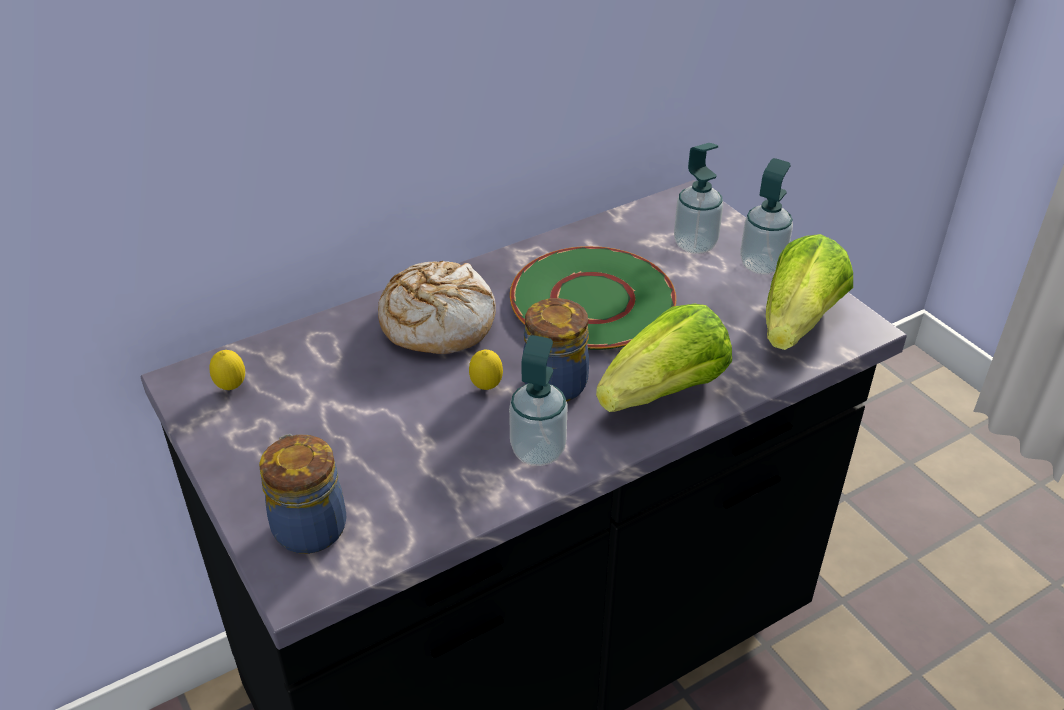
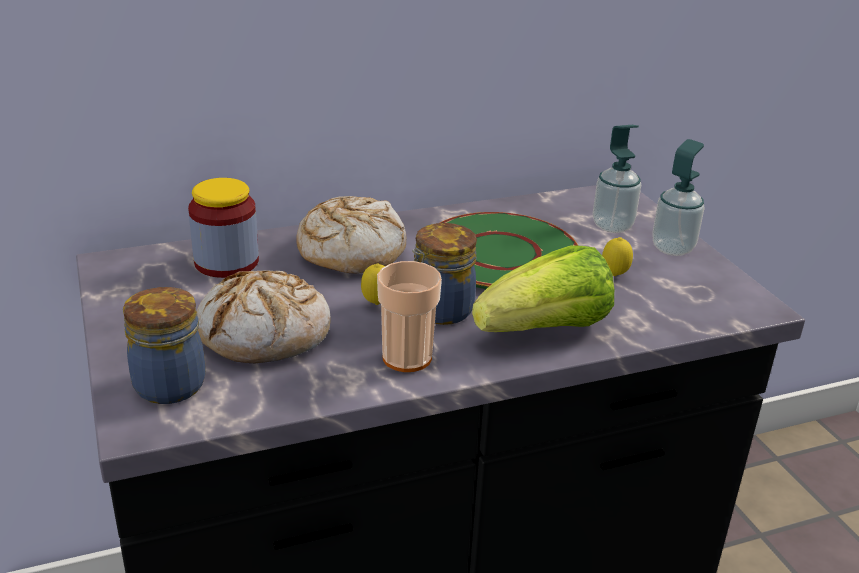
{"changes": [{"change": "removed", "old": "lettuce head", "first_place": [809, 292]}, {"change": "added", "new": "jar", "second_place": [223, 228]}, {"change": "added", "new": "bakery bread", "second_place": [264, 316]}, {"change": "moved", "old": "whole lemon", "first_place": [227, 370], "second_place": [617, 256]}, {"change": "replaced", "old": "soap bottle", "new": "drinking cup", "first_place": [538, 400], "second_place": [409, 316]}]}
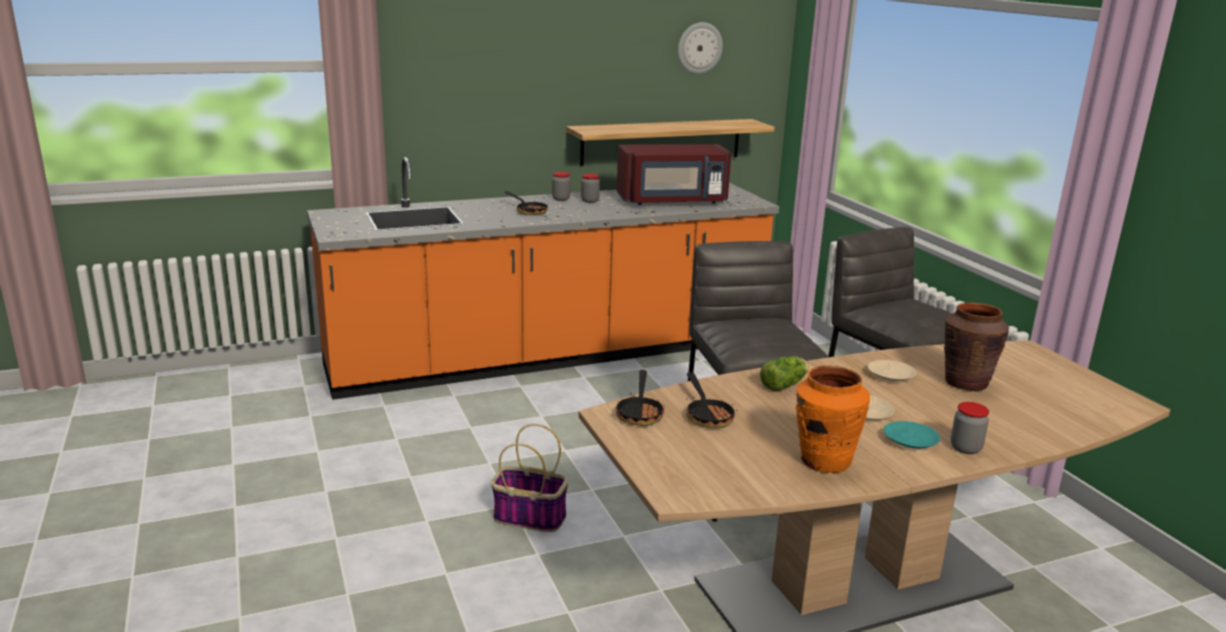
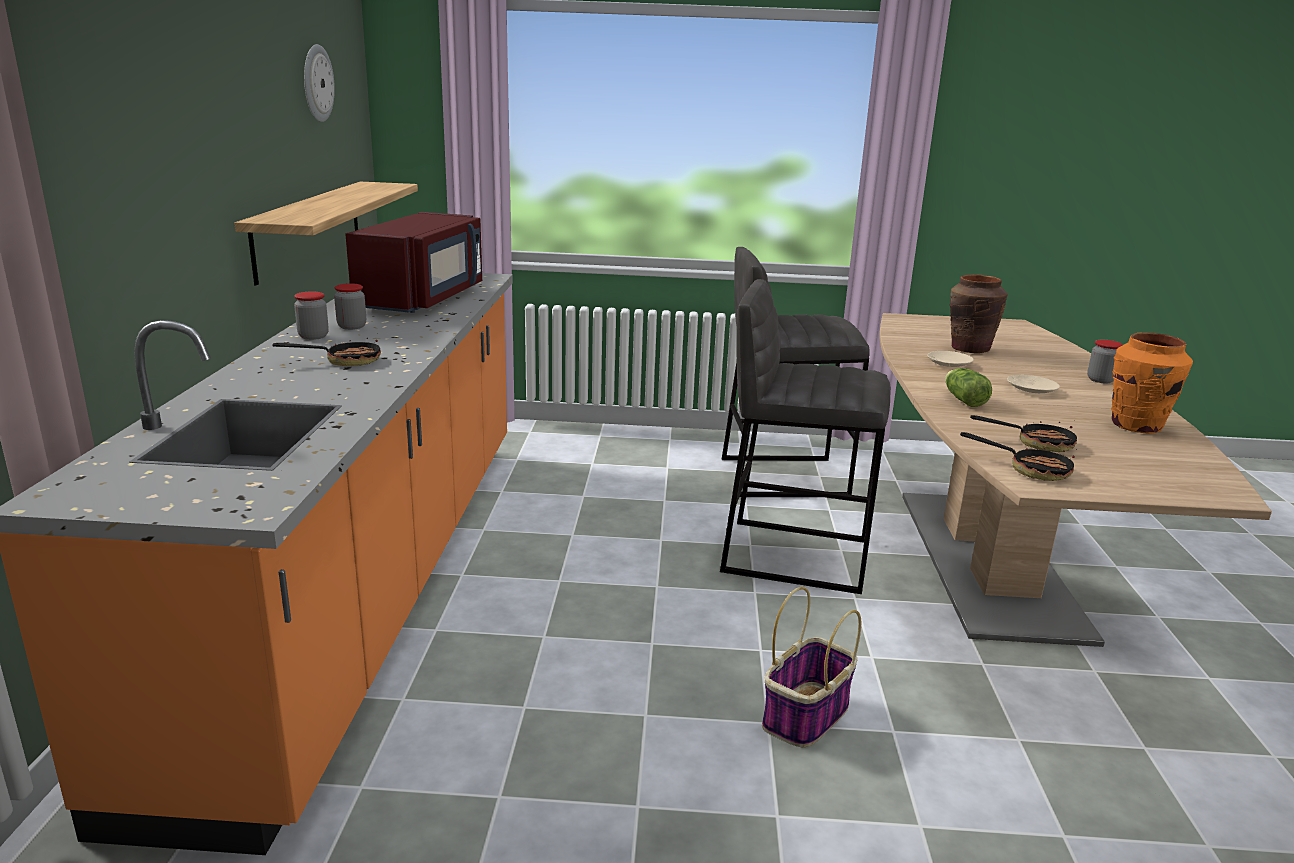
{"changes": [{"change": "removed", "old": "dinner plate (blue-green)", "first_place": [912, 434]}]}
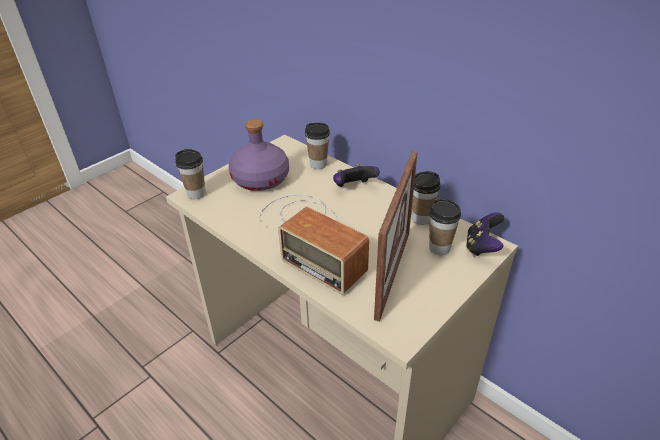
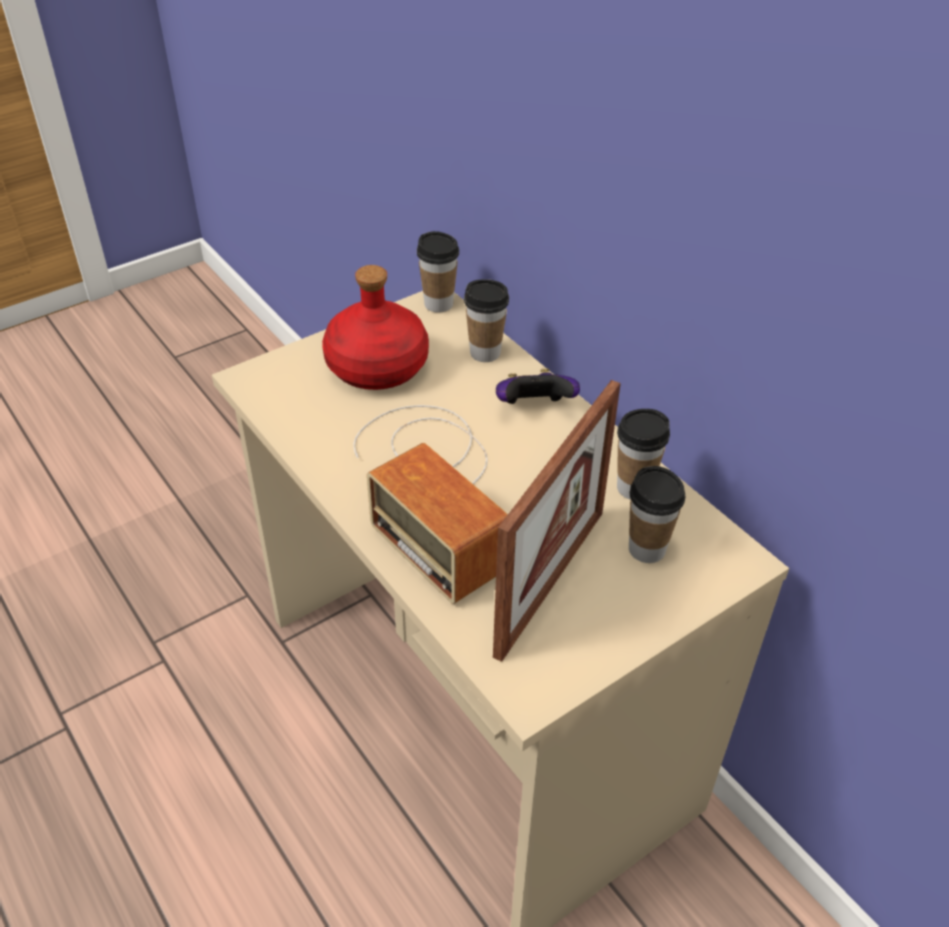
{"changes": [{"change": "removed", "old": "game controller", "first_place": [485, 234]}, {"change": "moved", "old": "drinking cup", "first_place": [190, 174], "second_place": [438, 272]}, {"change": "recoloured", "old": "drink bottle (purplish)", "new": "drink bottle (red-coloured)", "first_place": [259, 155], "second_place": [375, 327]}]}
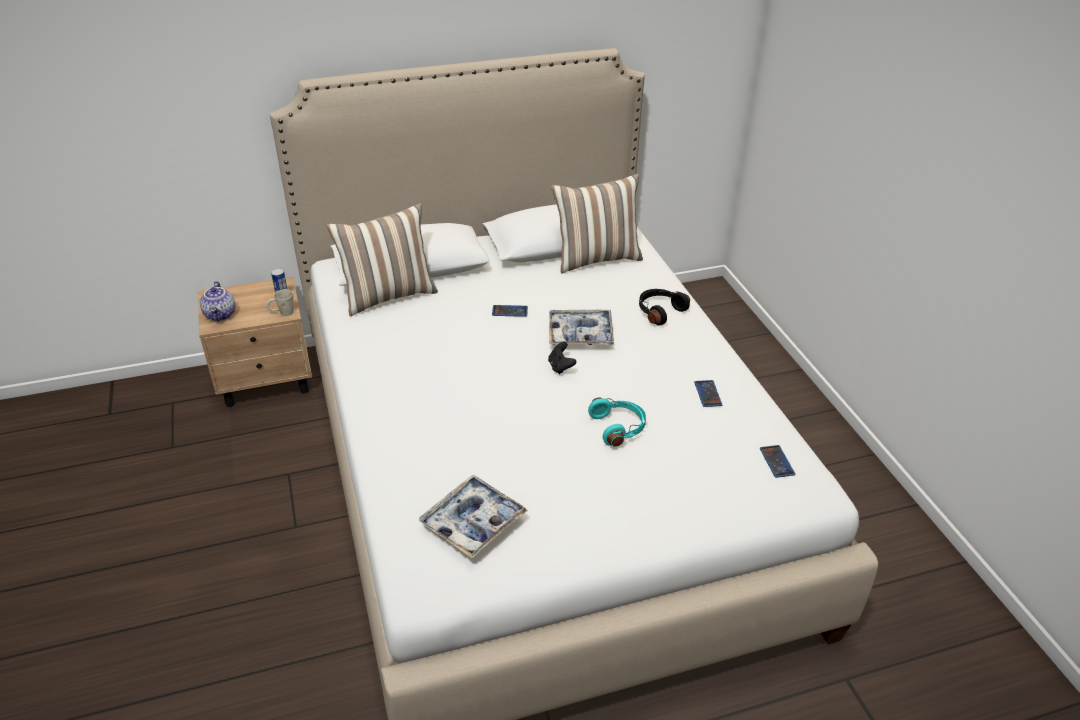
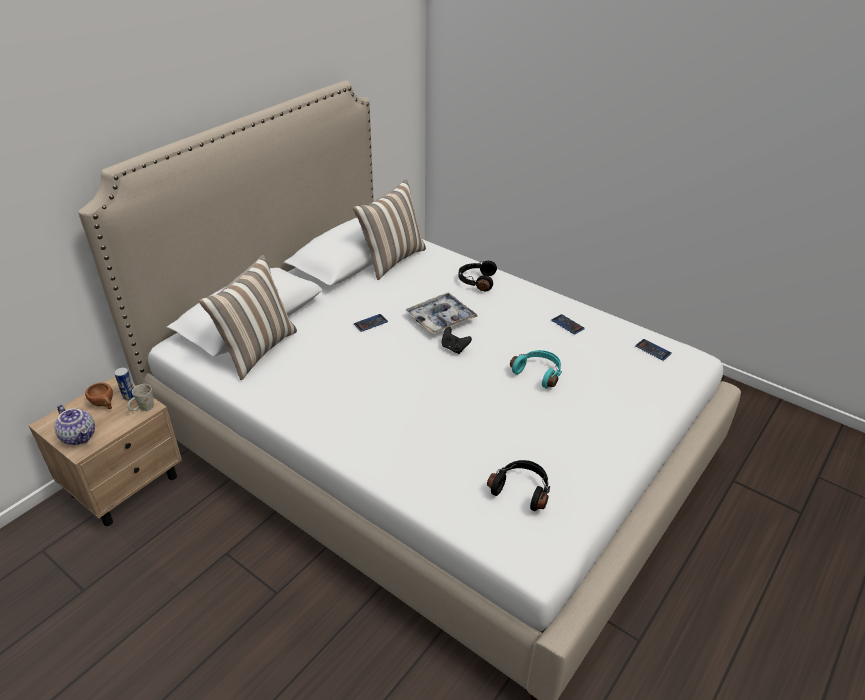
{"changes": [{"change": "added", "new": "drinking cup (brownish)", "second_place": [99, 395]}, {"change": "replaced", "old": "serving tray", "new": "headset (blackish)", "first_place": [473, 516], "second_place": [518, 485]}]}
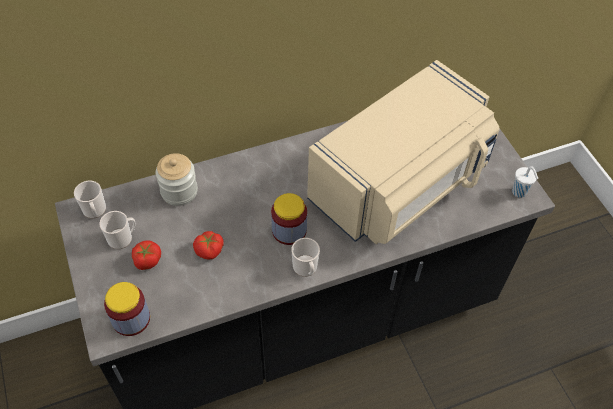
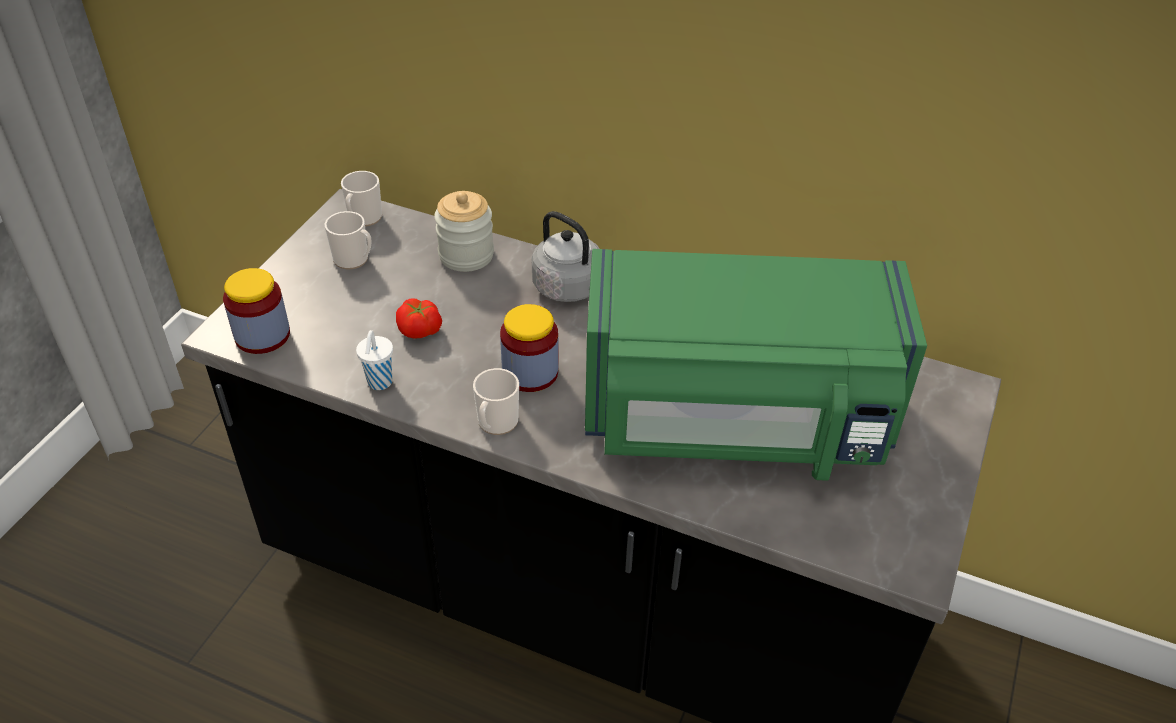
{"changes": [{"change": "removed", "old": "tomato", "first_place": [146, 255]}, {"change": "added", "new": "water kettle (grey)", "second_place": [566, 256]}, {"change": "moved", "old": "drinking cup (white)", "first_place": [525, 182], "second_place": [374, 360]}, {"change": "recoloured", "old": "microwave (sand-coloured)", "new": "microwave (green-coloured)", "first_place": [403, 152], "second_place": [756, 365]}]}
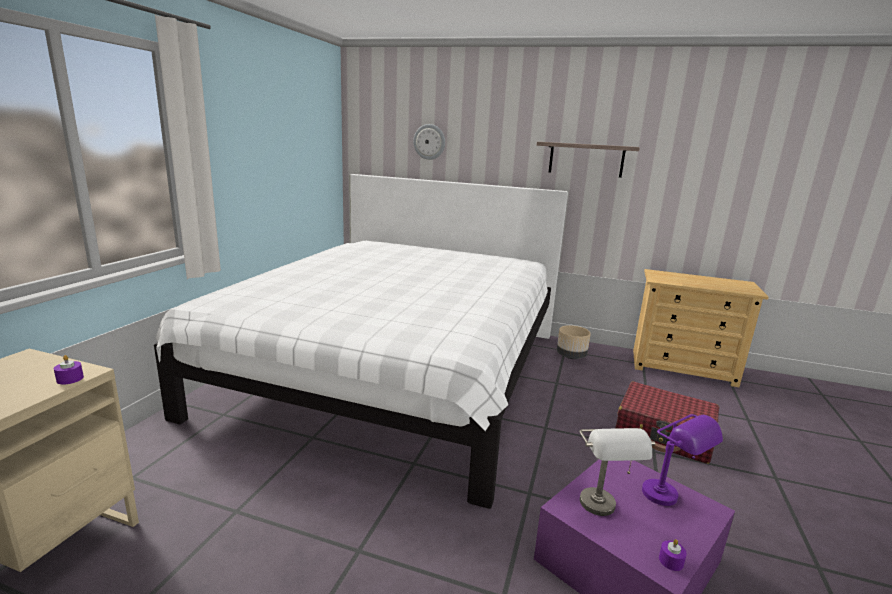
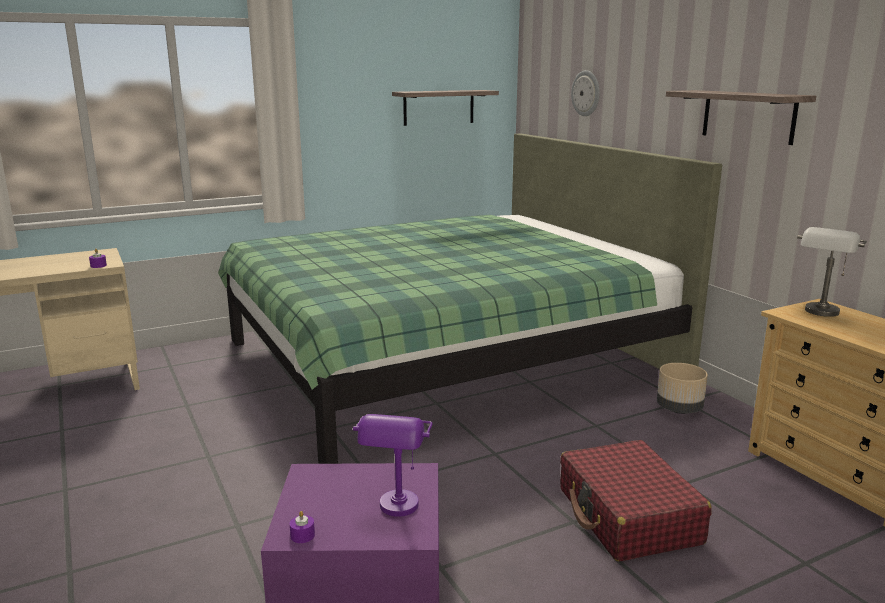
{"changes": [{"change": "added", "new": "wall shelf", "second_place": [445, 108]}, {"change": "moved", "old": "table lamp (grey)", "first_place": [617, 472], "second_place": [832, 272]}, {"change": "recoloured", "old": "bed (white)", "new": "bed (green-coloured)", "first_place": [361, 341], "second_place": [470, 298]}]}
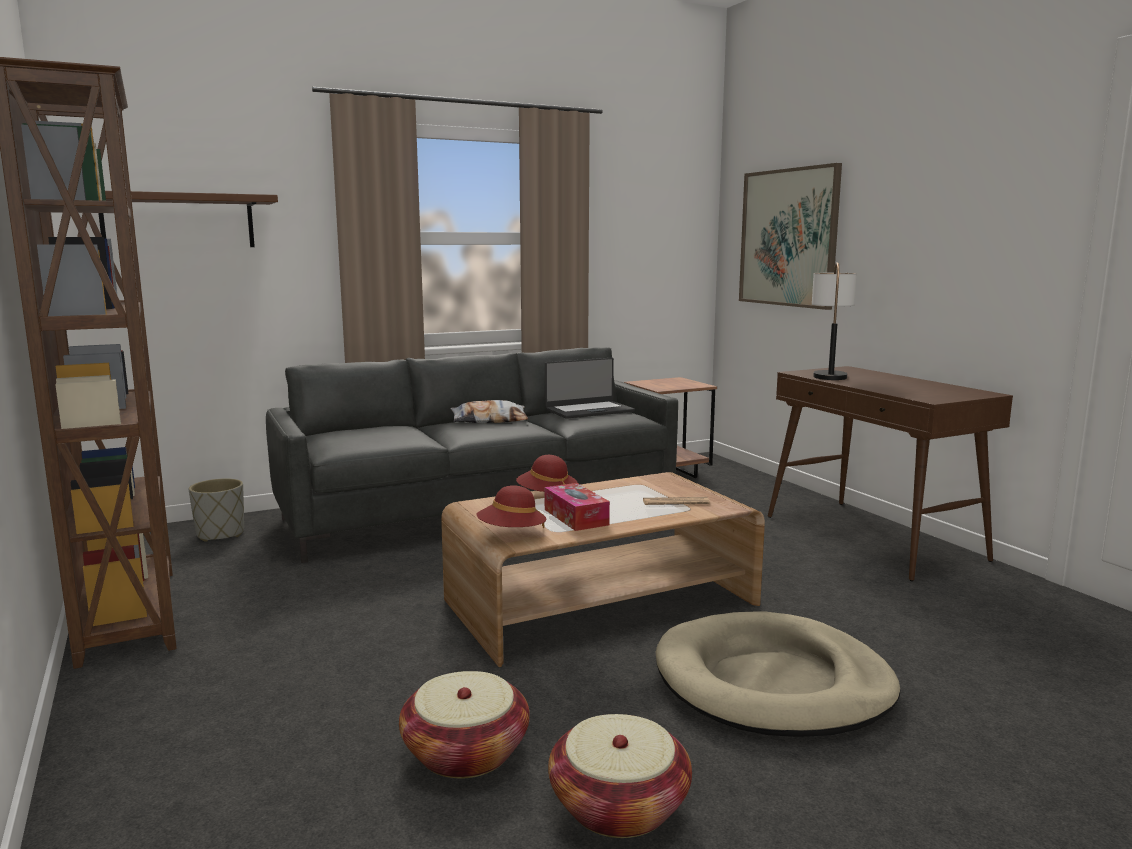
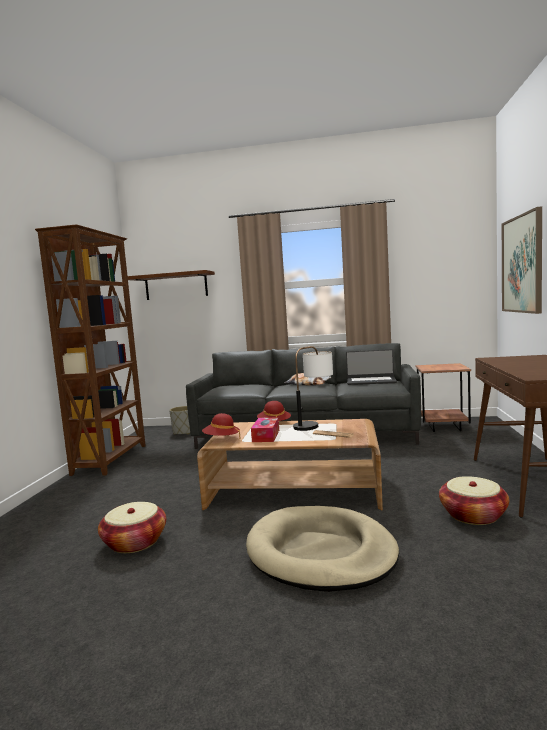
{"changes": [{"change": "moved", "old": "household basket", "first_place": [620, 776], "second_place": [474, 500]}, {"change": "moved", "old": "table lamp", "first_place": [834, 321], "second_place": [313, 388]}]}
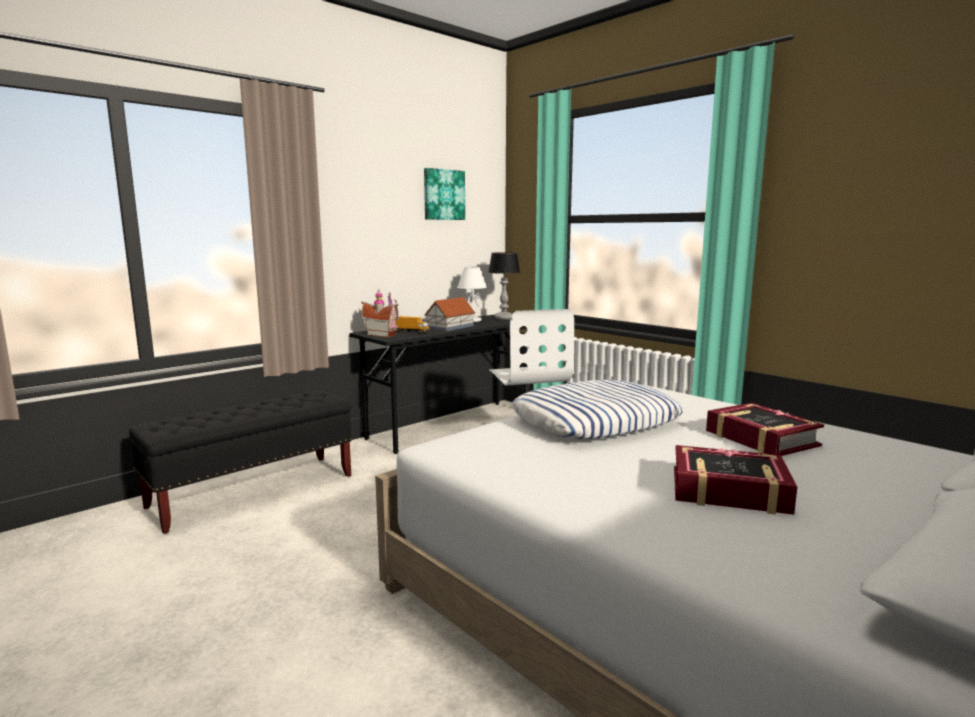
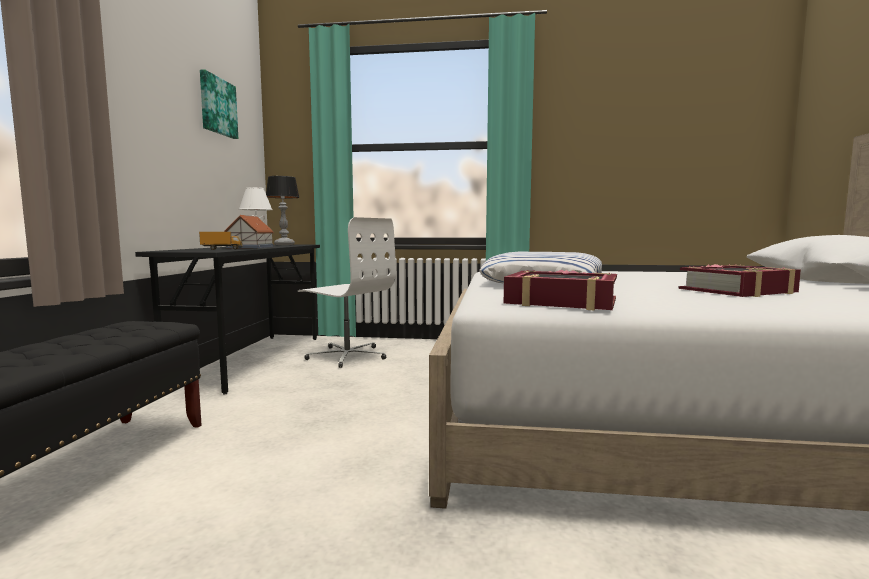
{"changes": [{"change": "removed", "old": "toy house", "first_place": [380, 313]}, {"change": "moved", "old": "book", "first_place": [765, 429], "second_place": [560, 290]}]}
